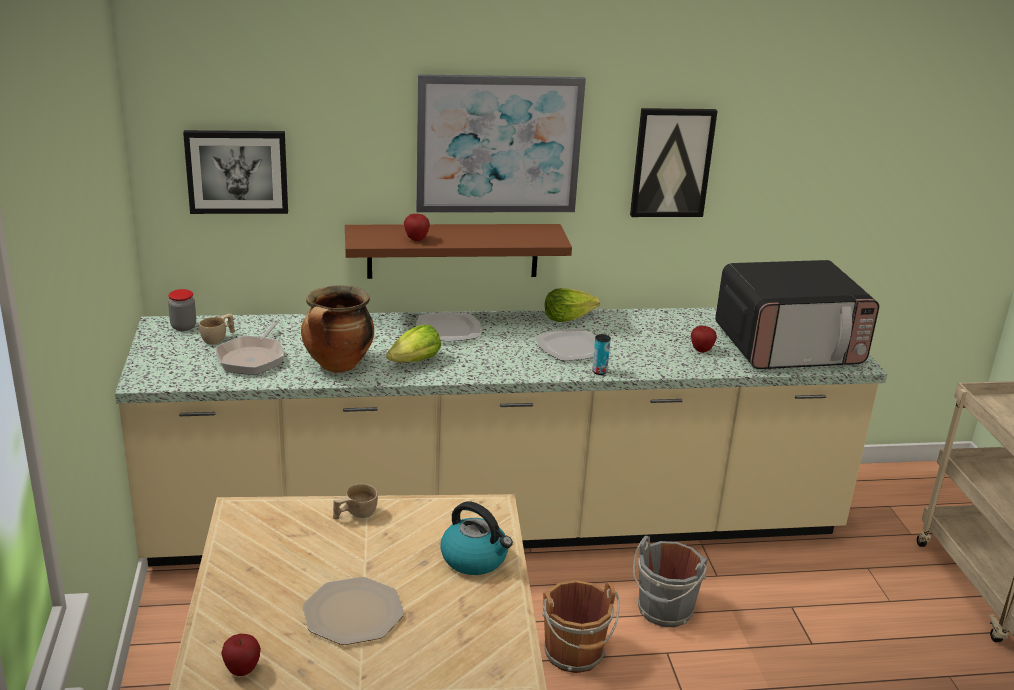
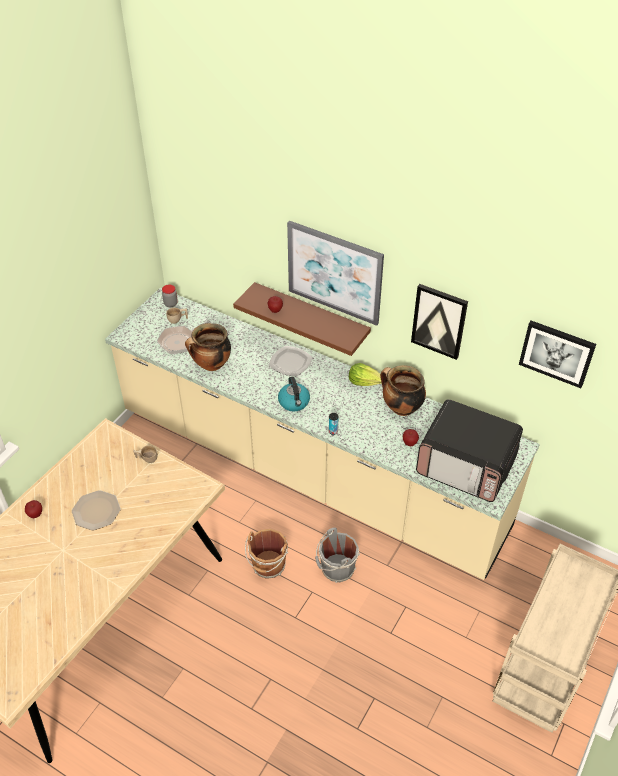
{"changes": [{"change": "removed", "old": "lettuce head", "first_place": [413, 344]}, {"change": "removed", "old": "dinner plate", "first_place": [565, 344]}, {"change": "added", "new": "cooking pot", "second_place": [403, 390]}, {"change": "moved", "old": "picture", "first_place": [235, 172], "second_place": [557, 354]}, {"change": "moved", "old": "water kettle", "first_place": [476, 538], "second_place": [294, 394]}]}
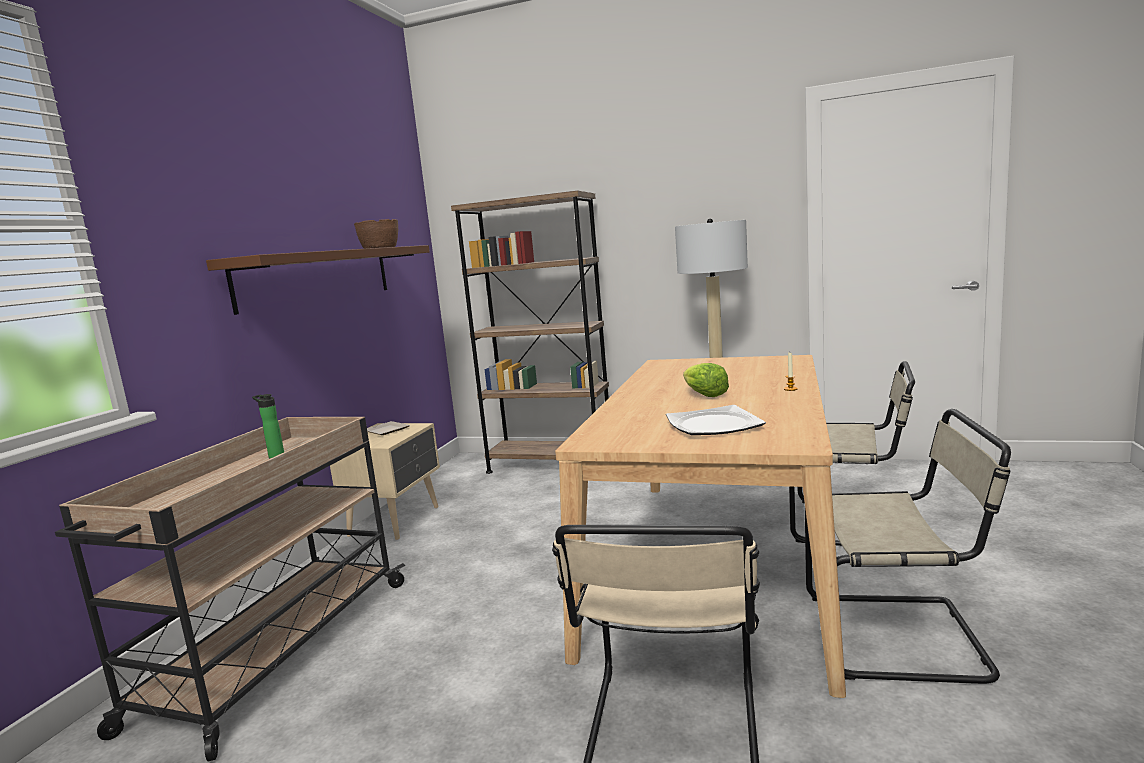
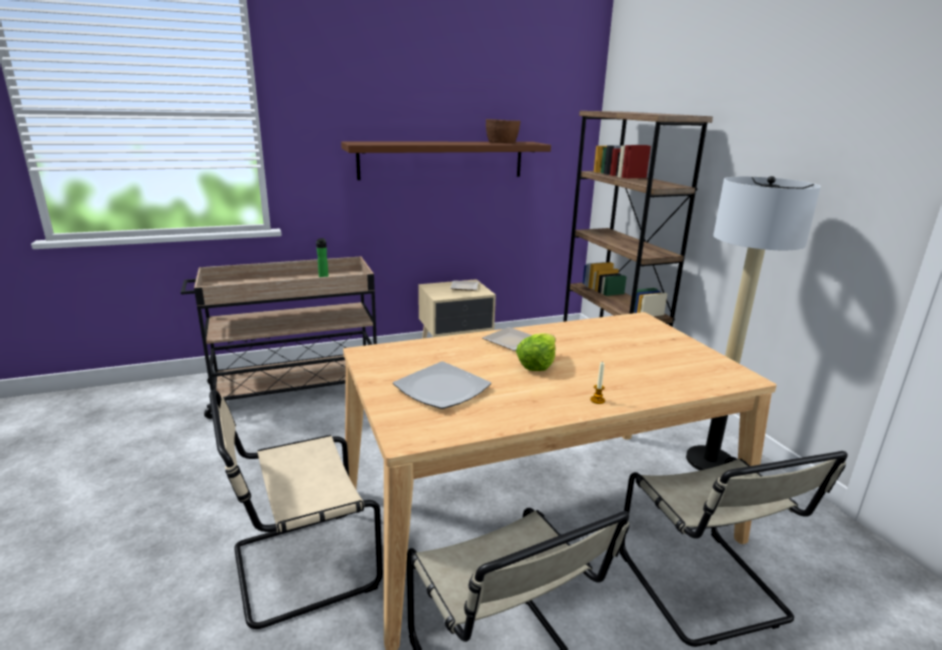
{"changes": [{"change": "added", "new": "dinner plate", "second_place": [507, 339]}]}
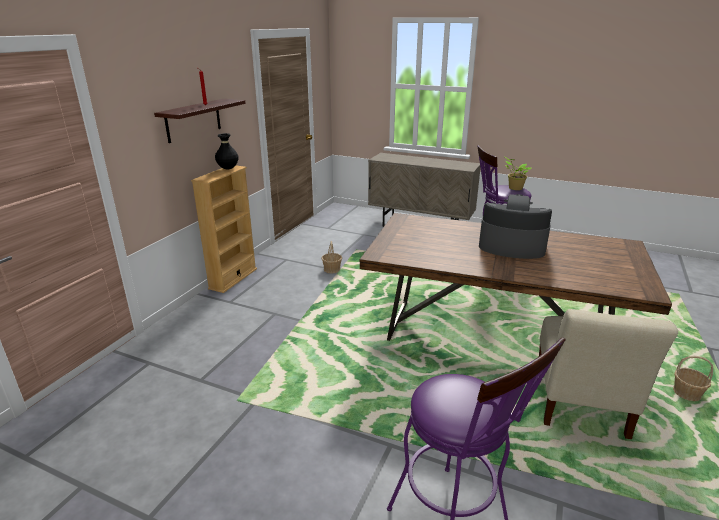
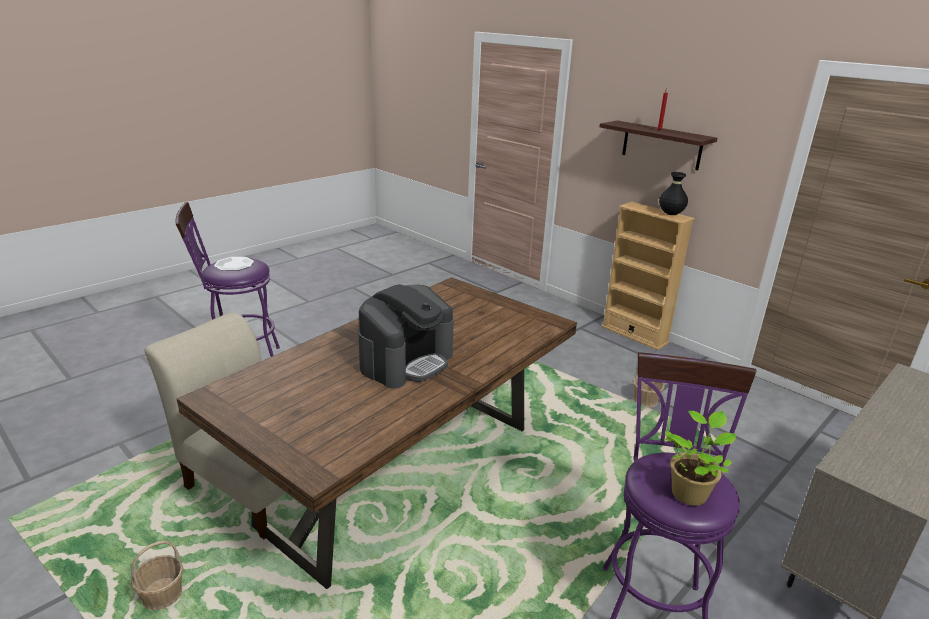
{"changes": [{"change": "added", "new": "dinner plate", "second_place": [234, 264]}]}
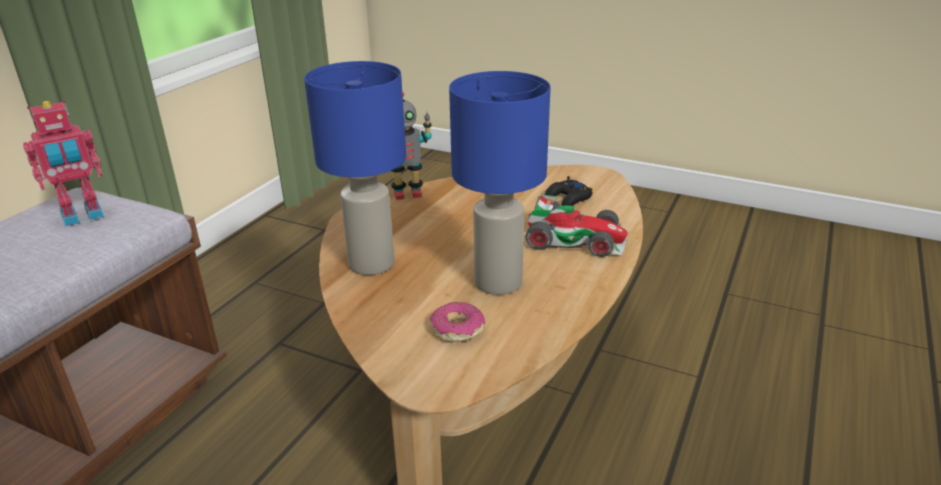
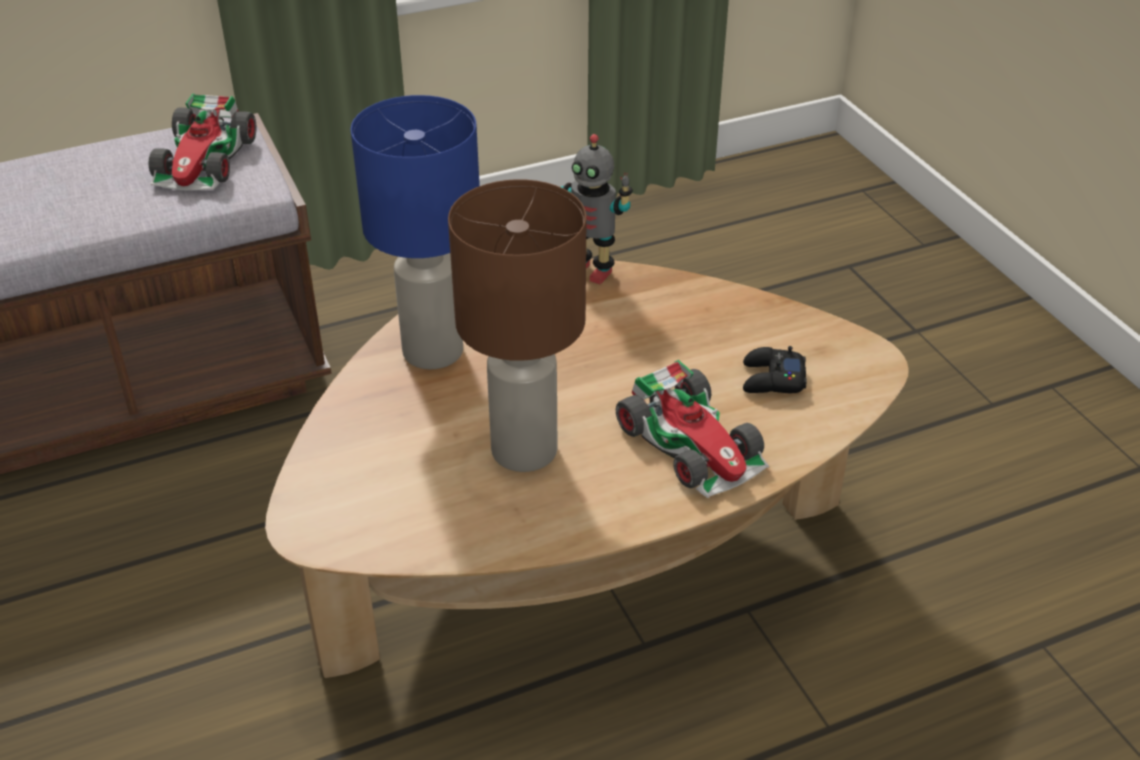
{"changes": [{"change": "removed", "old": "ring doughnut", "first_place": [457, 322]}, {"change": "replaced", "old": "toy robot", "new": "toy car", "first_place": [63, 163], "second_place": [202, 141]}, {"change": "recoloured", "old": "table lamp (bluish)", "new": "table lamp (brownish)", "first_place": [500, 183], "second_place": [517, 325]}]}
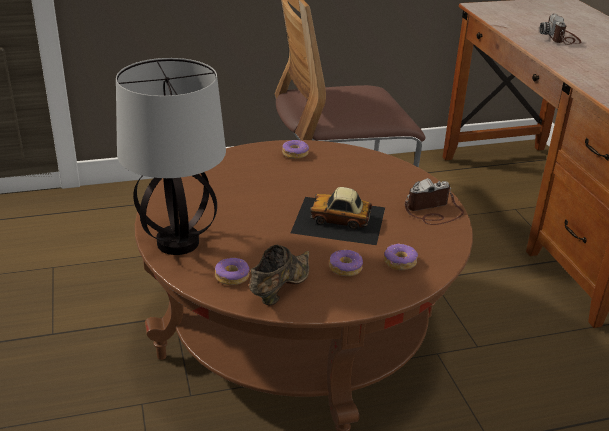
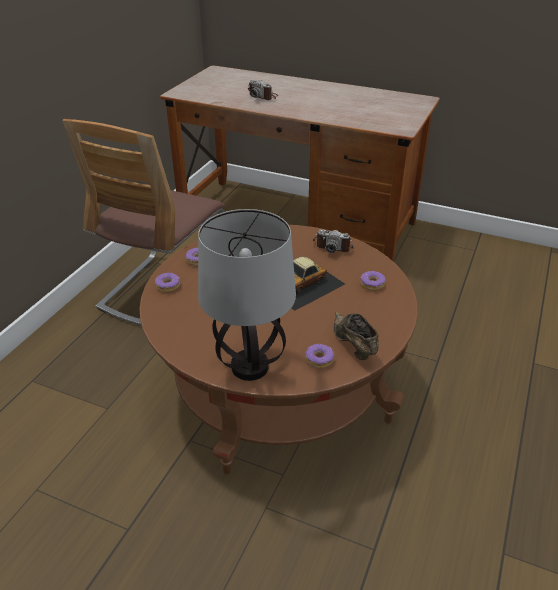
{"changes": [{"change": "moved", "old": "ring doughnut", "first_place": [346, 263], "second_place": [167, 282]}, {"change": "turned", "old": "still camera", "first_place": [434, 201], "second_place": [333, 241], "degrees": -90}]}
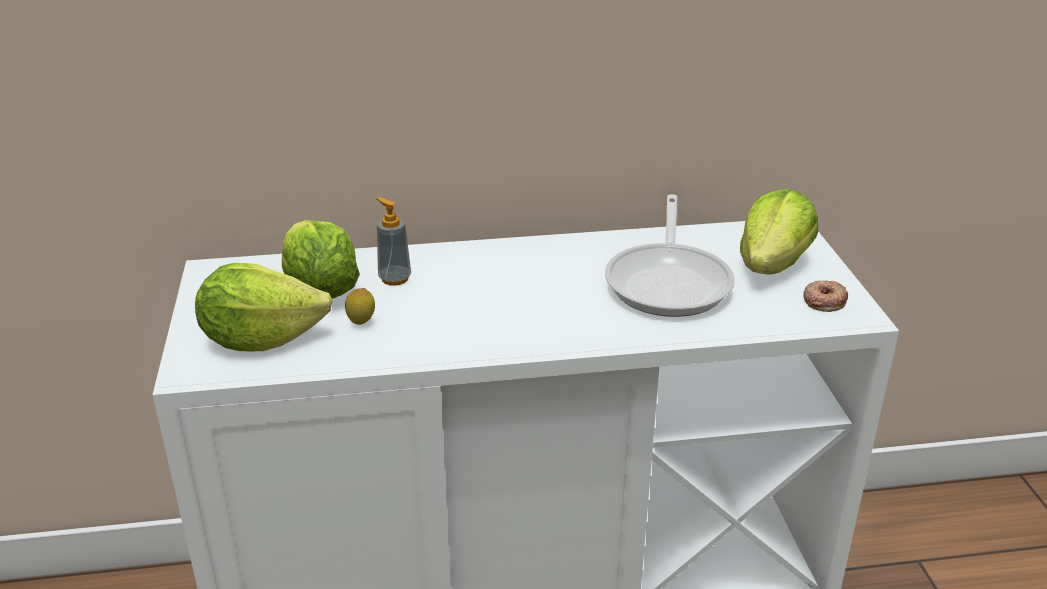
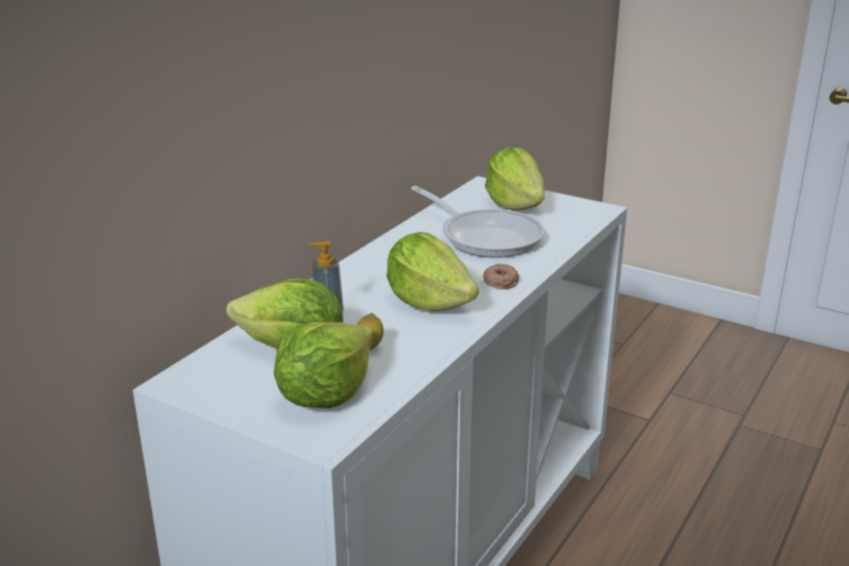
{"changes": [{"change": "added", "new": "lettuce head", "second_place": [433, 271]}, {"change": "moved", "old": "ring doughnut", "first_place": [825, 296], "second_place": [501, 276]}]}
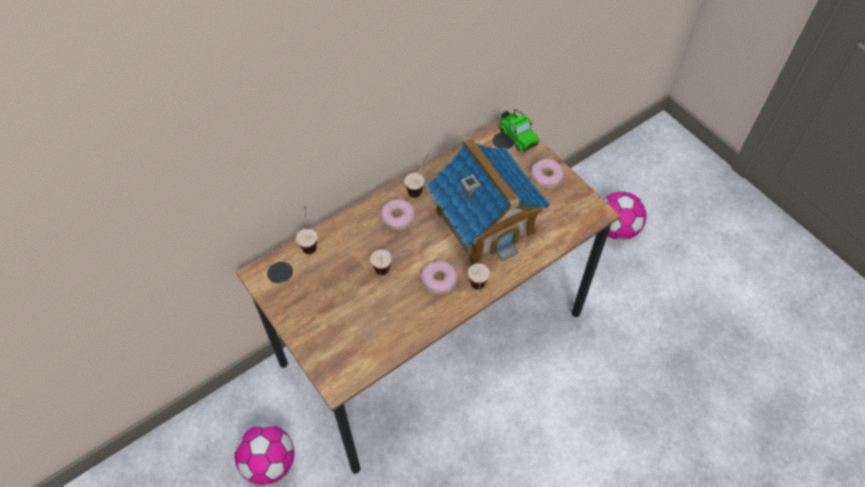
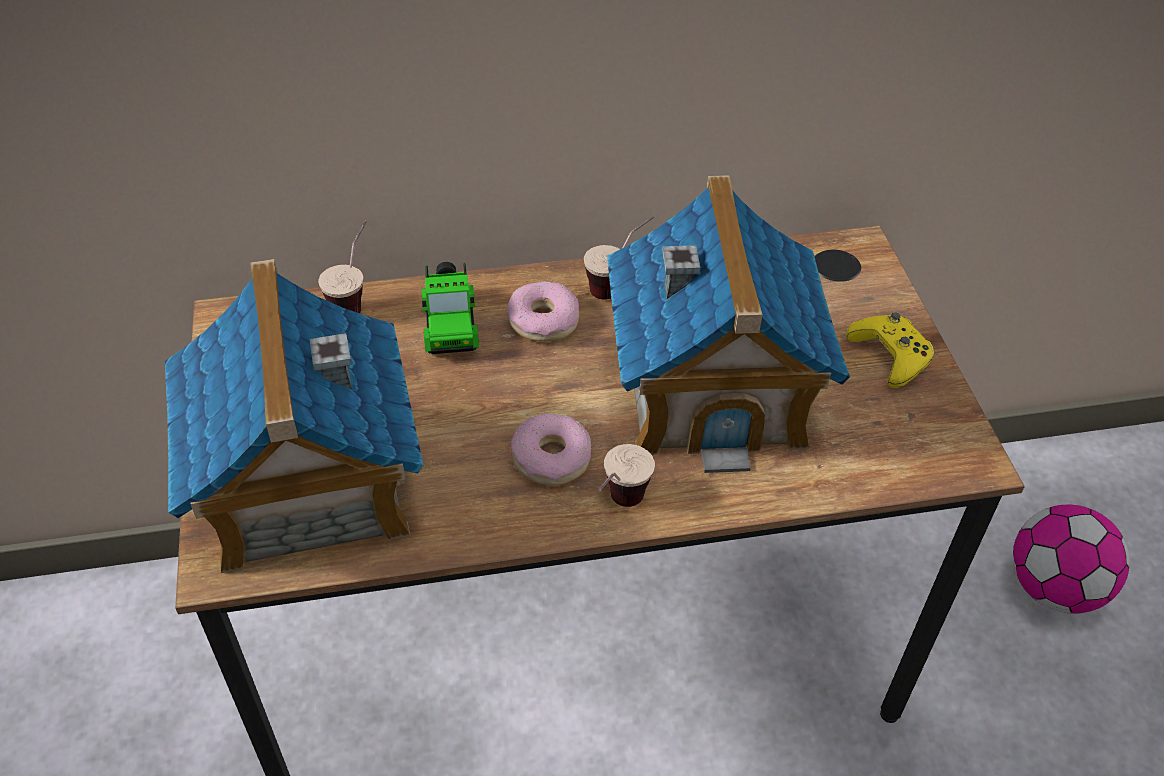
{"changes": [{"change": "removed", "old": "football", "first_place": [264, 454]}, {"change": "removed", "old": "drinking cup", "first_place": [390, 262]}, {"change": "added", "new": "toy house", "second_place": [294, 416]}, {"change": "moved", "old": "toy car", "first_place": [519, 130], "second_place": [450, 308]}, {"change": "replaced", "old": "ring doughnut", "new": "game controller (yellow)", "first_place": [547, 174], "second_place": [890, 350]}]}
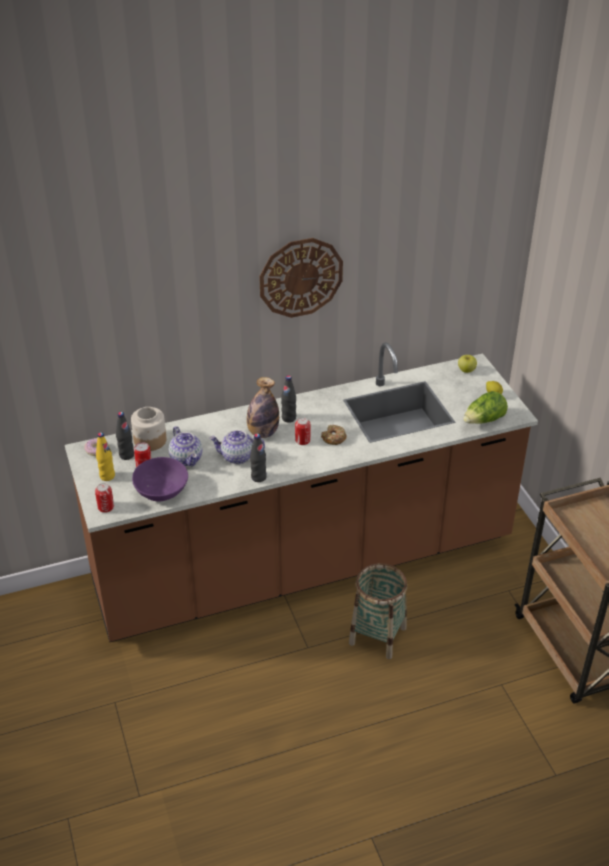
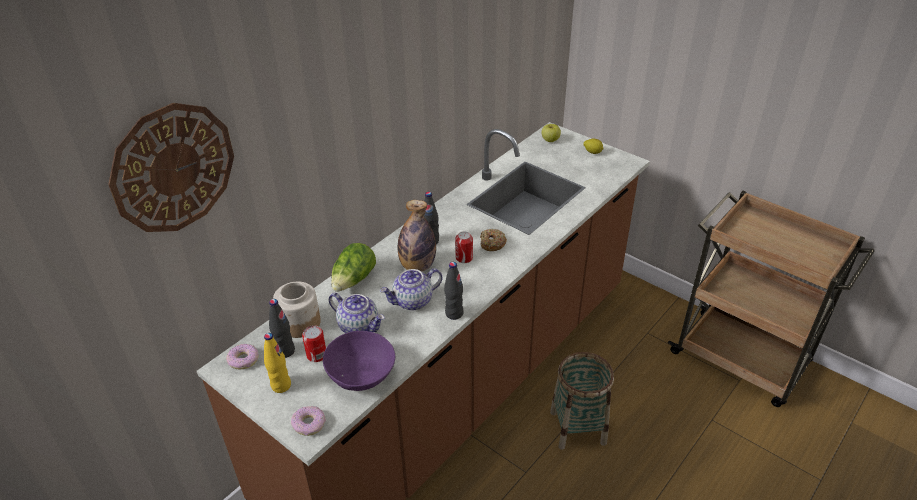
{"changes": [{"change": "moved", "old": "hanging clock", "first_place": [301, 278], "second_place": [171, 167]}, {"change": "moved", "old": "lettuce head", "first_place": [485, 407], "second_place": [353, 267]}, {"change": "replaced", "old": "sealed can", "new": "ring doughnut", "first_place": [104, 498], "second_place": [308, 421]}]}
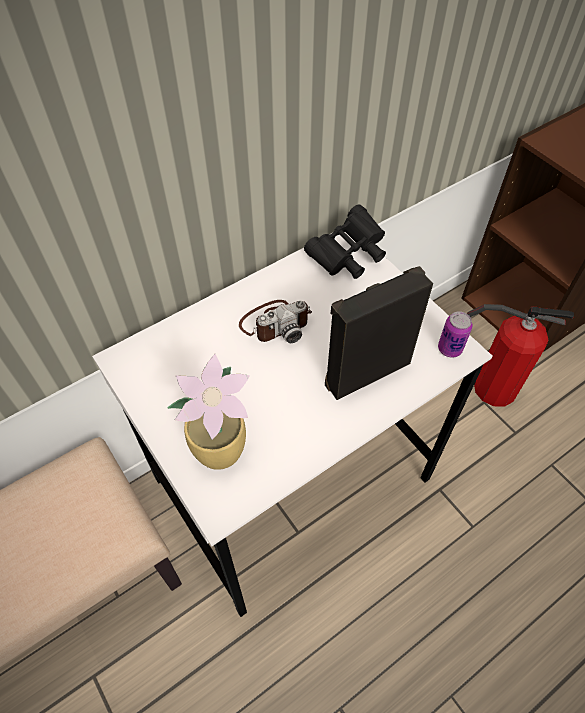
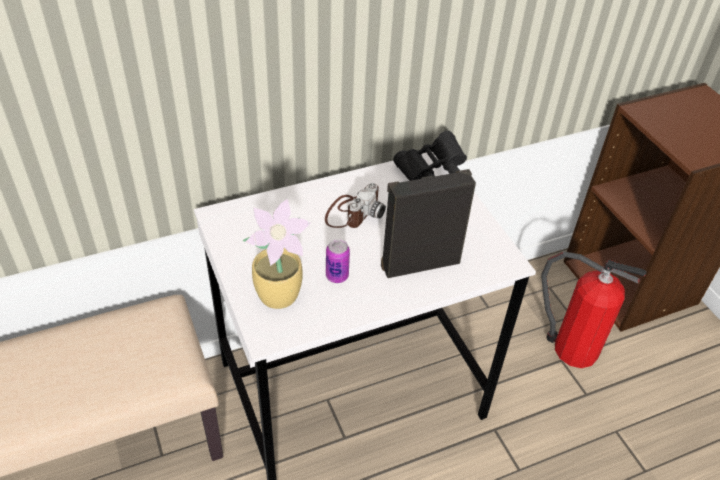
{"changes": [{"change": "moved", "old": "sealed can", "first_place": [455, 334], "second_place": [338, 261]}, {"change": "turned", "old": "still camera", "first_place": [275, 321], "second_place": [355, 205], "degrees": -45}]}
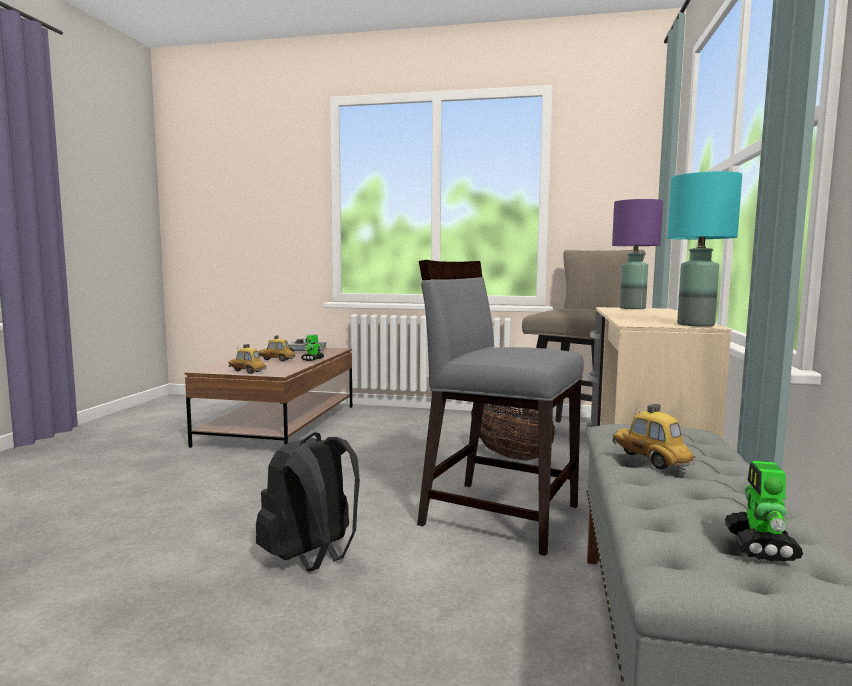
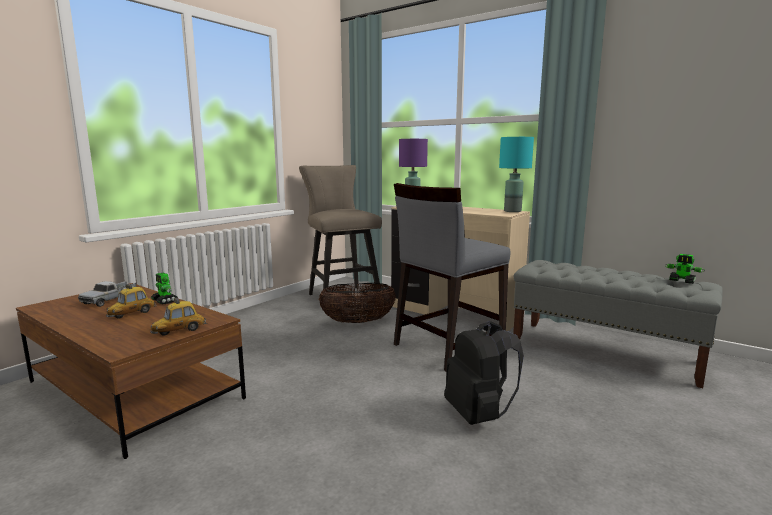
{"changes": [{"change": "removed", "old": "toy car", "first_place": [654, 437]}]}
